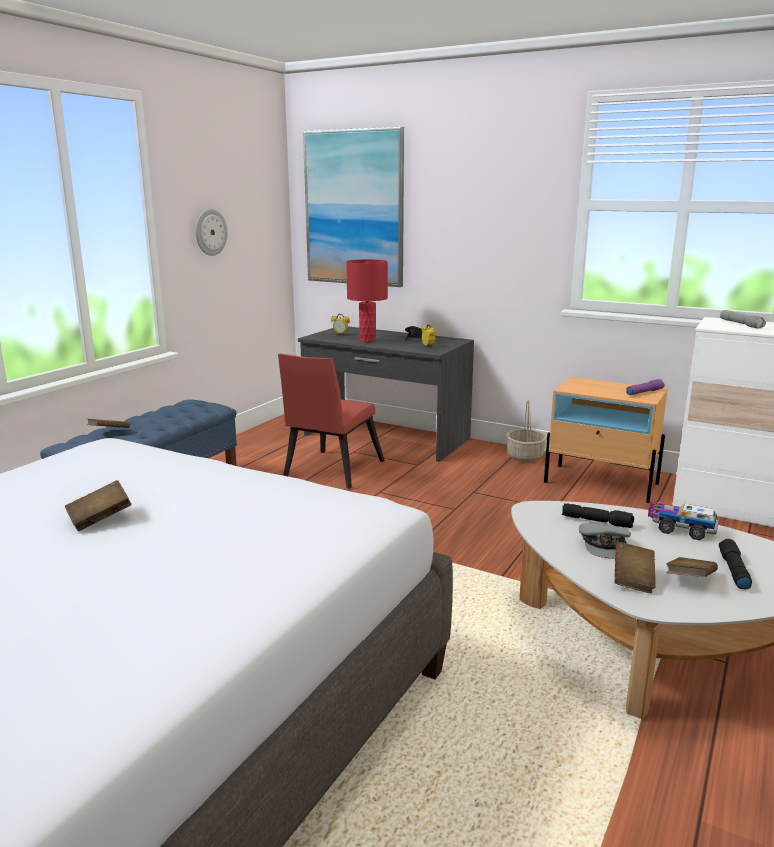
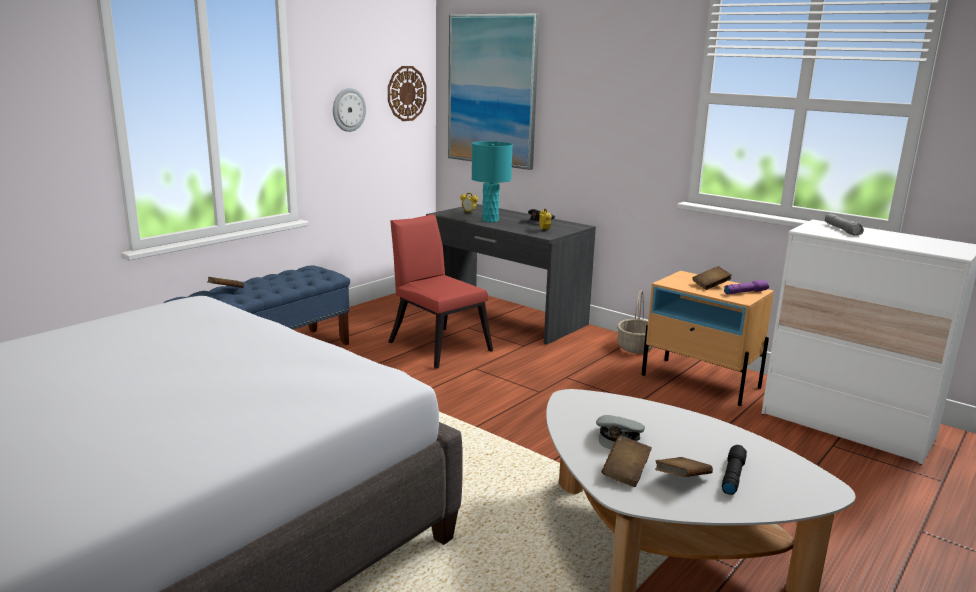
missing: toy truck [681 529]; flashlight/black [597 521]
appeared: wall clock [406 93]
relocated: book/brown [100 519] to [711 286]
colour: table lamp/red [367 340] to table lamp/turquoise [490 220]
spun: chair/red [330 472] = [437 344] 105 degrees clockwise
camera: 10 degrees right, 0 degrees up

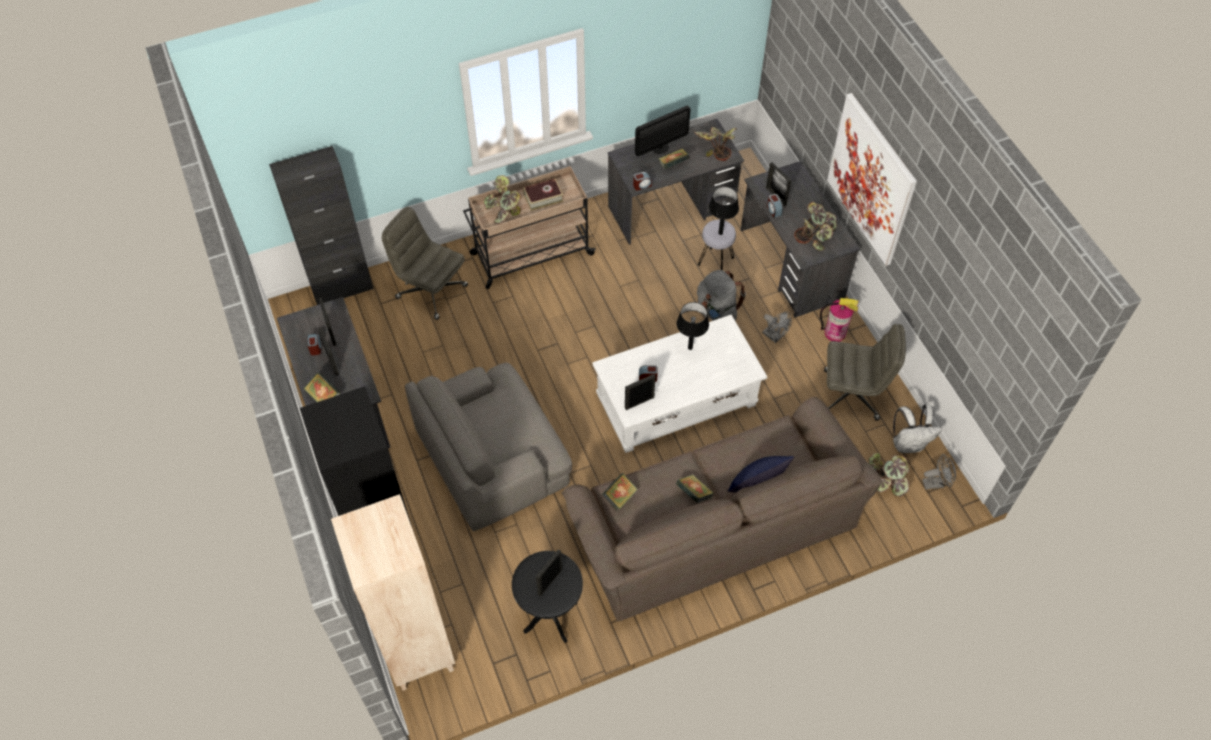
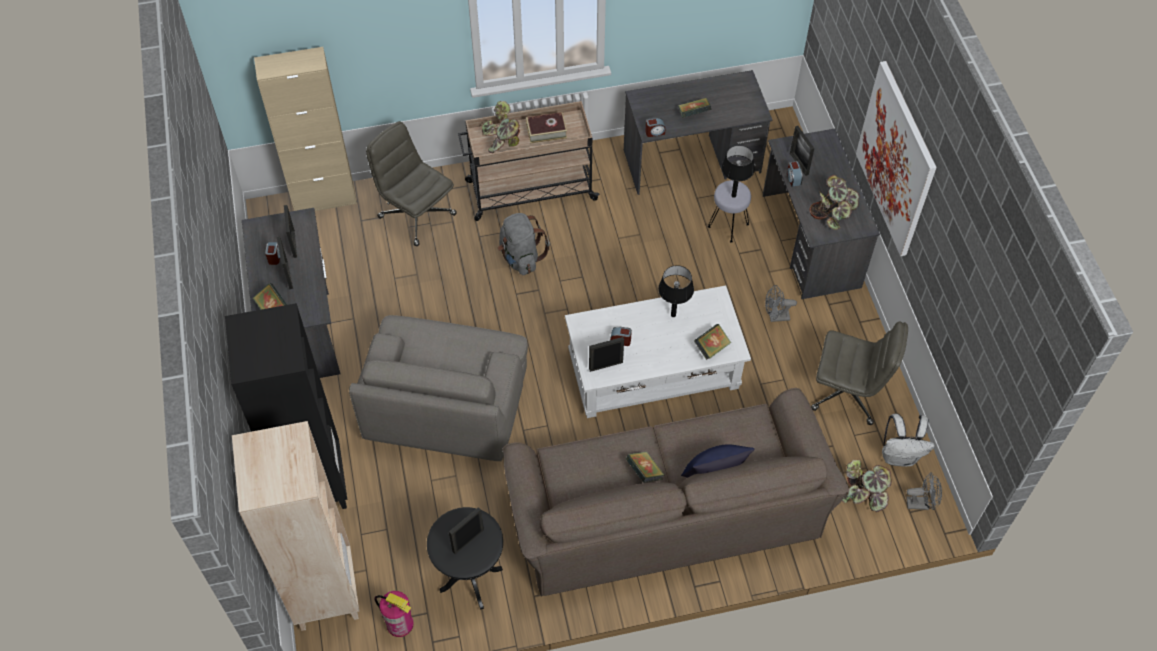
missing: monitor [660 148]; potted plant [714 148]
relocated: backpack/grey [717 311] to [521 257]; fire extinguisher [835 333] to [400 624]; book [619 497] to [711 347]
colour: cabinet/black [342 288] to cabinet/beige [324 199]
spun: fan/grey [774 337] = [775 317] 120 degrees clockwise; armchair/grey [493 458] = [445 402] 60 degrees counterclockwise
camera: 10 degrees right, 0 degrees up

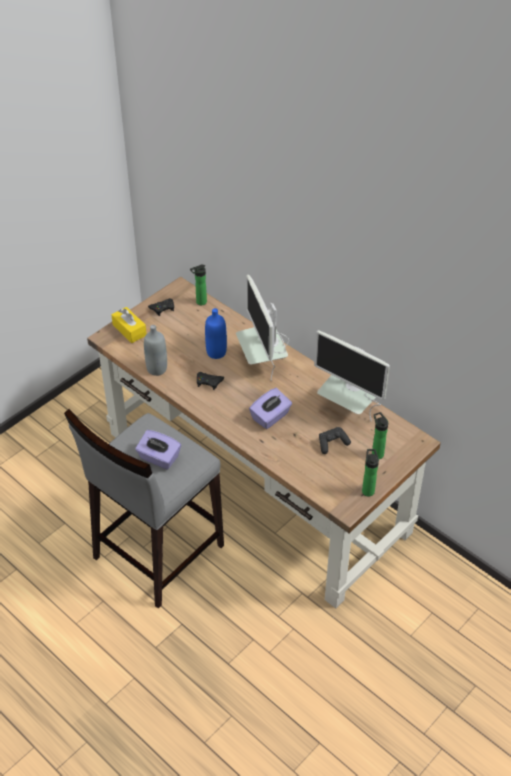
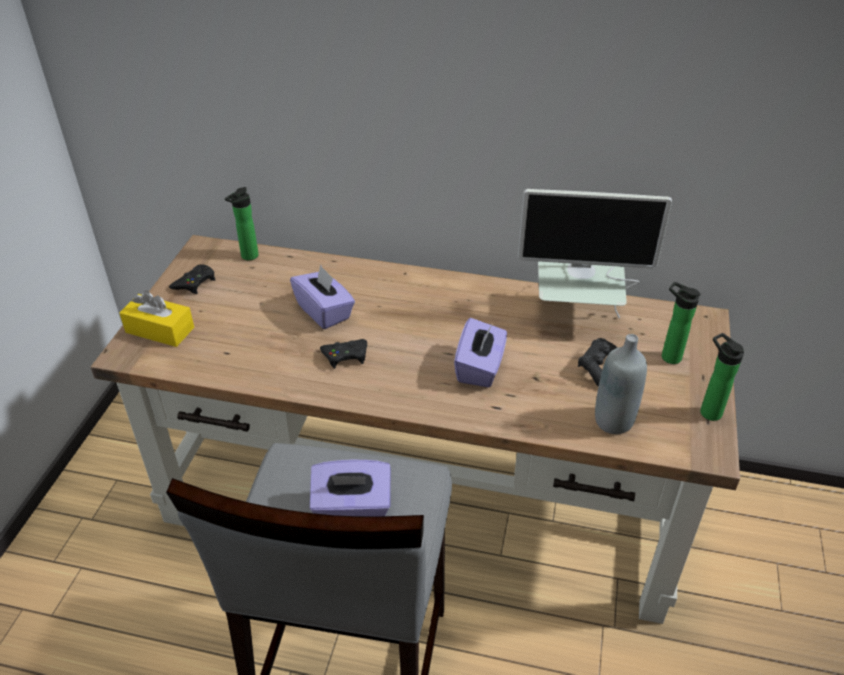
missing: monitor [263 363]
relocated: bottle/grey [157 369] to [613 421]
exchanged: bottle/blue [216 352] to tissue box/purple [324 312]
camera: 30 degrees left, 5 degrees down

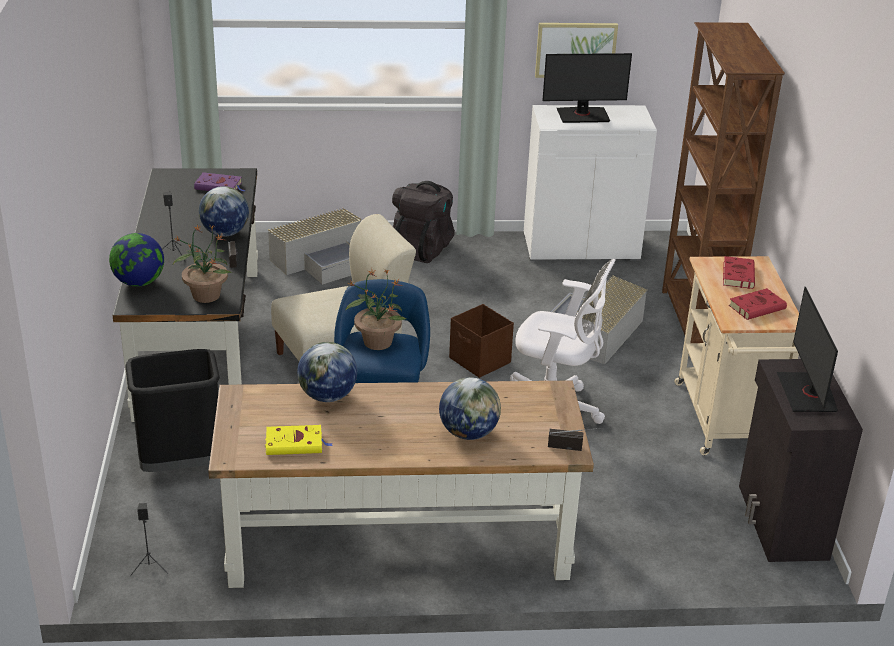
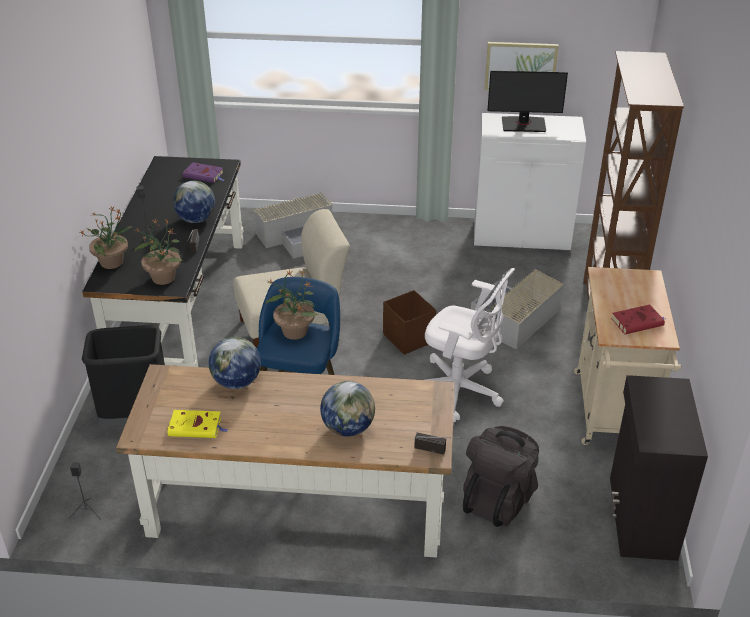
missing: book/red [738 275]; monitor [807 393]
relocated: backpack/black [422 248] to [498 499]
exchanged: globe [139 282] to potted plant [112 262]
camera: 10 degrees right, 5 degrees up

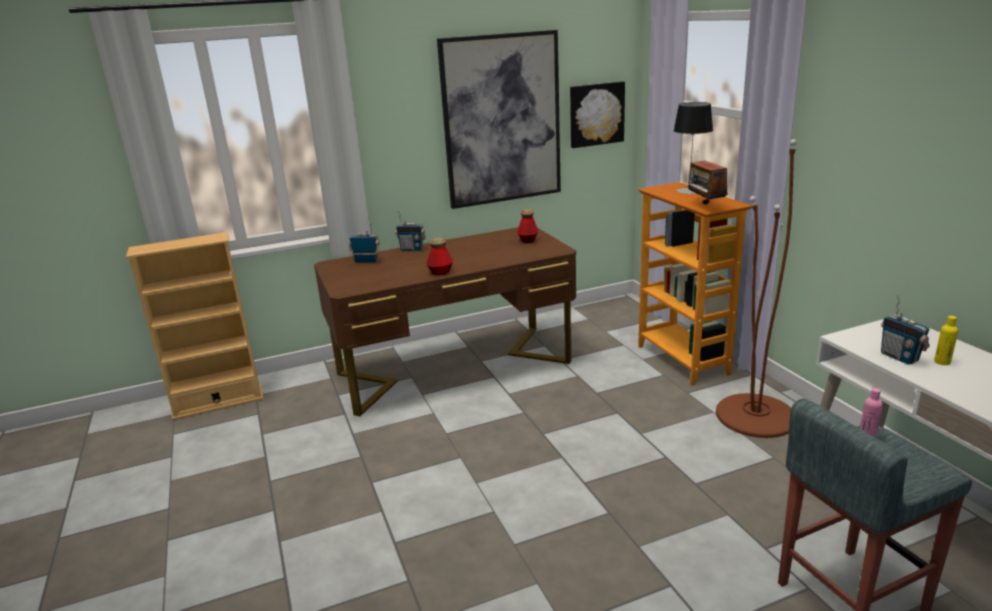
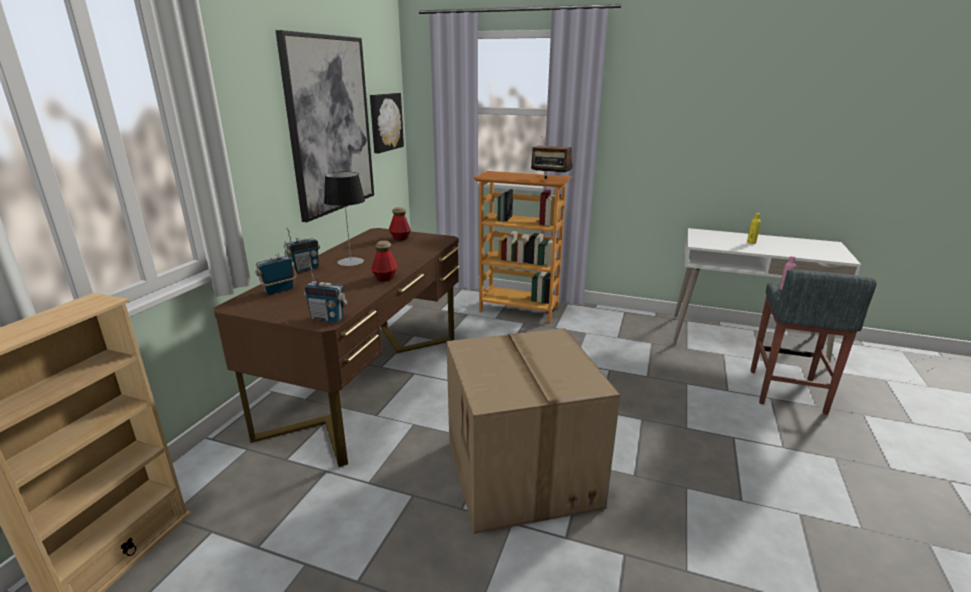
missing: floor lamp/brown [755 415]
appeared: cardboard box [524 474]
relocated: table lamp [689 191] to [350 261]; radio [899 357] to [328 318]
camera: 50 degrees left, 0 degrees up

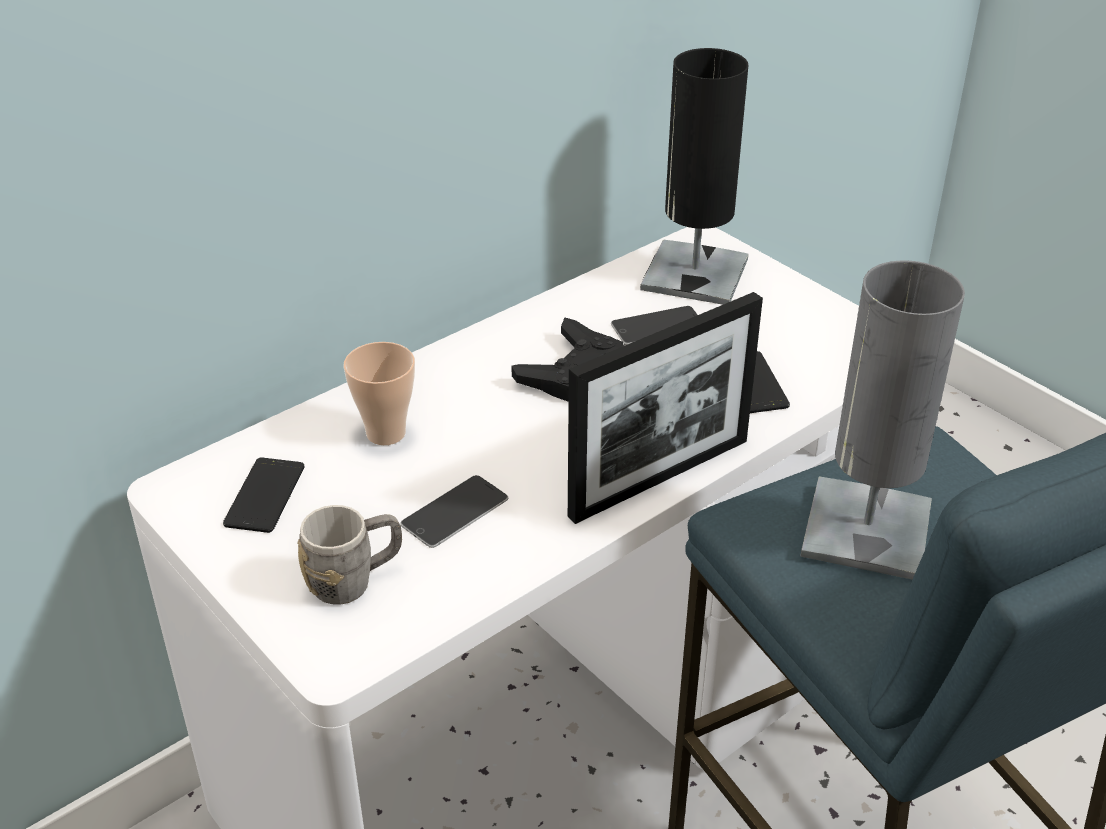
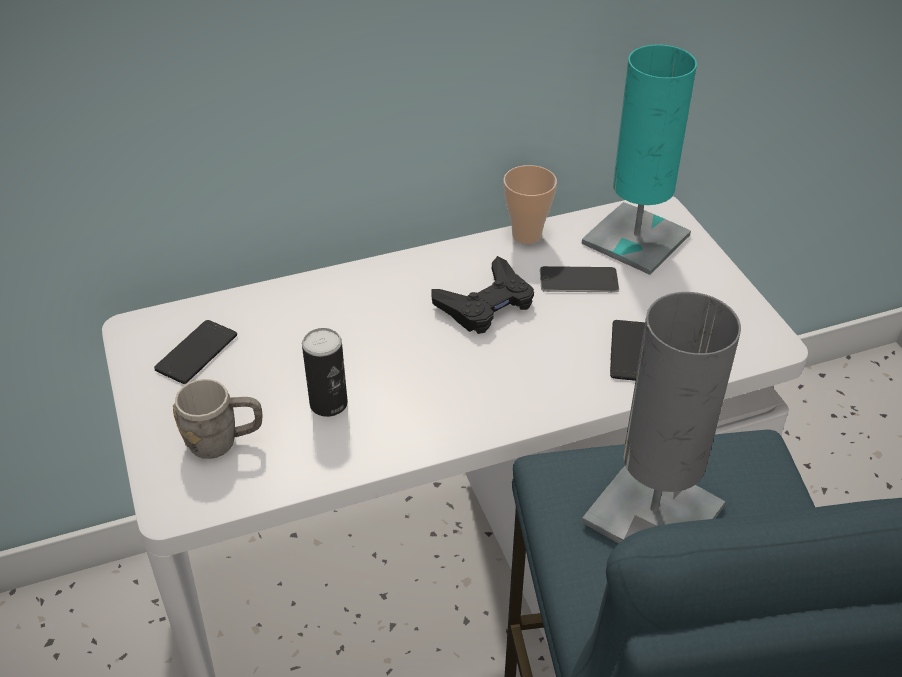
missing: picture frame [659 478]
relocated: cup [386 433] to [526 235]
exchanged: phone [455 511] to can [328 403]
colour: table lamp/black [695 274] to table lamp/turquoise [636 239]
camera: 20 degrees right, 5 degrees up

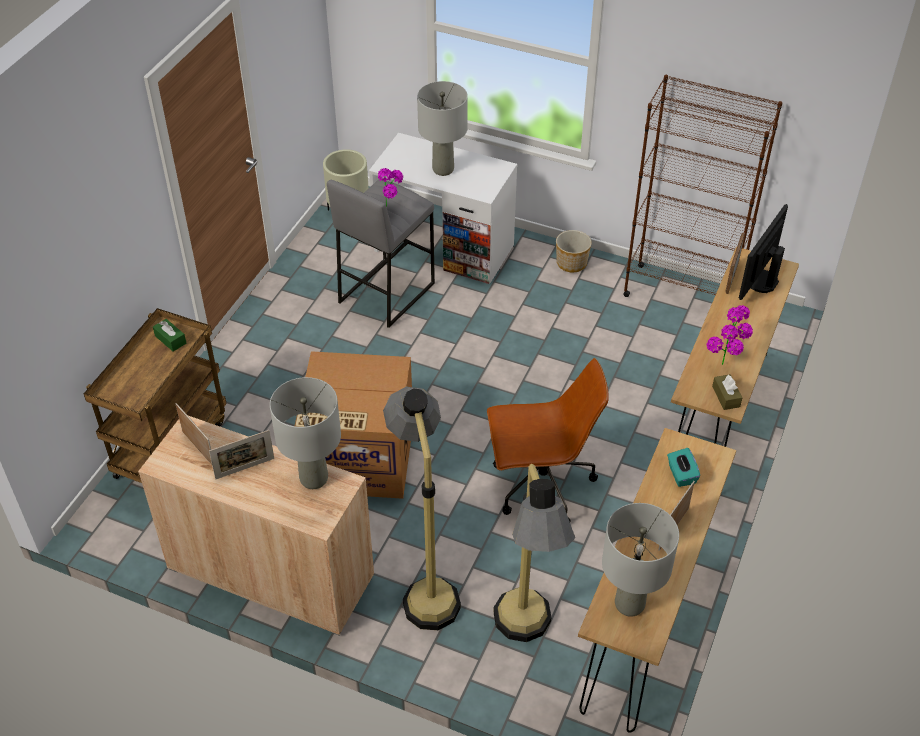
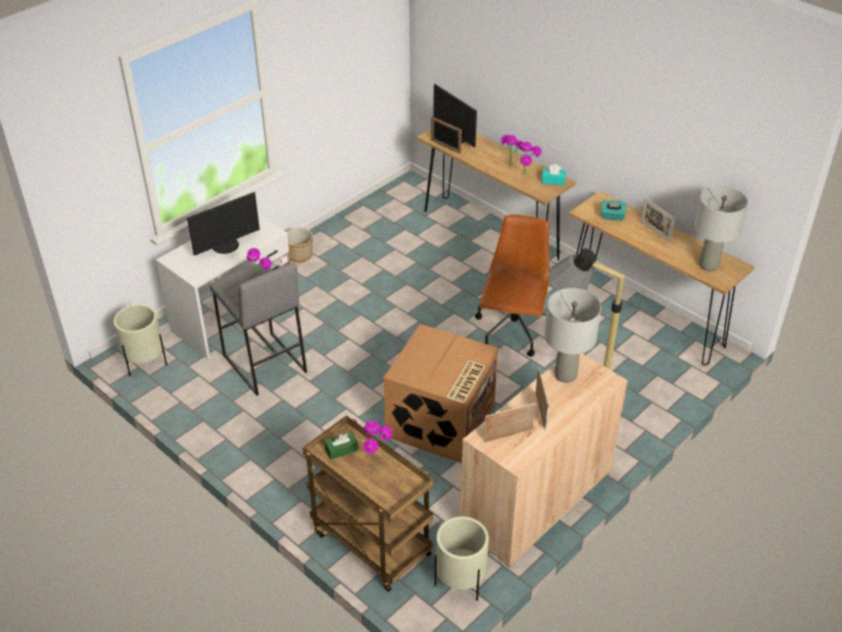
missing: bookcase/brown [682 294]; floor lamp [526 640]
appeared: potted plant [377 459]; planter/beige [460 583]
exchanged: table lamp/grey [443 169] to monitor [226 246]
colour: tissue box/brown [726 396] to tissue box/turquoise [553 181]
camera: 70 degrees left, 5 degrees down

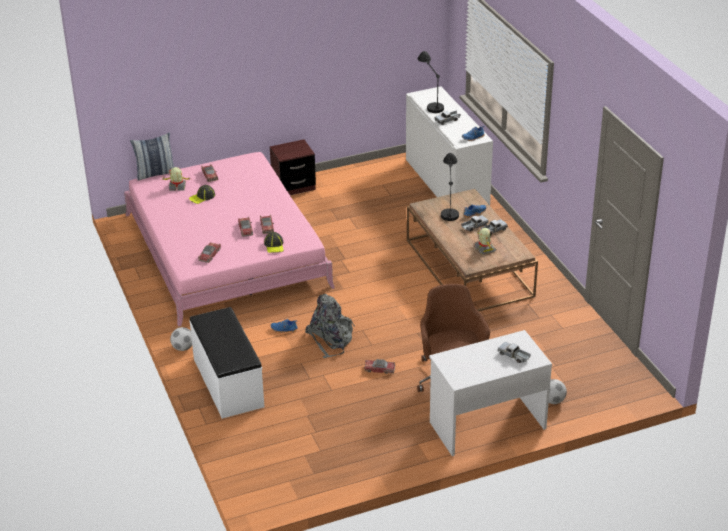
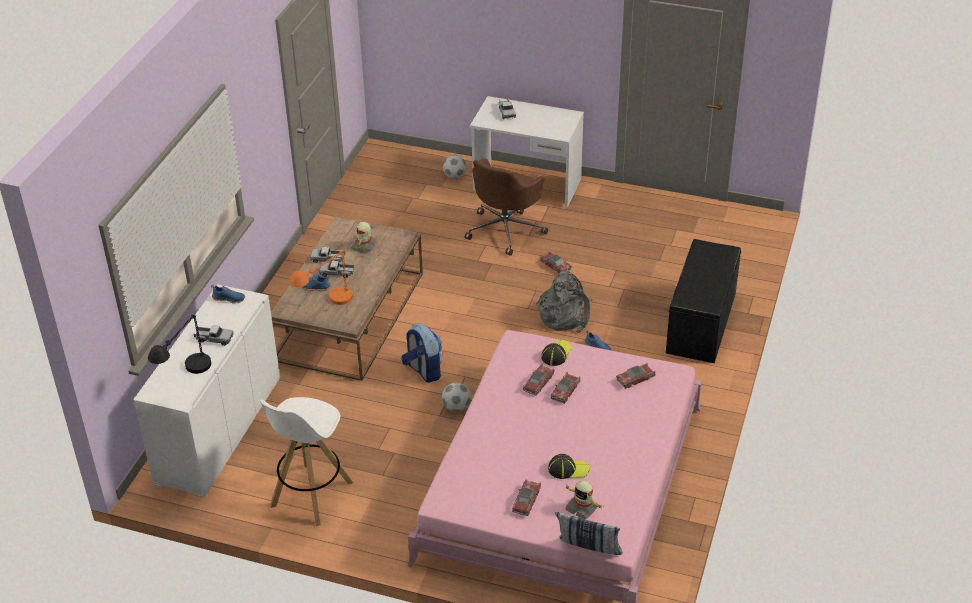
missing: nightstand/brown [293 186]
appeared: backpack [423 370]; stool/white [311 494]
relocated: football [183 348] to [456 407]
colour: table lamp/black [449 207] to table lamp/orange [325 307]; bench/white [227 382] to bench/black [702 323]
camera: 140 degrees left, 5 degrees up

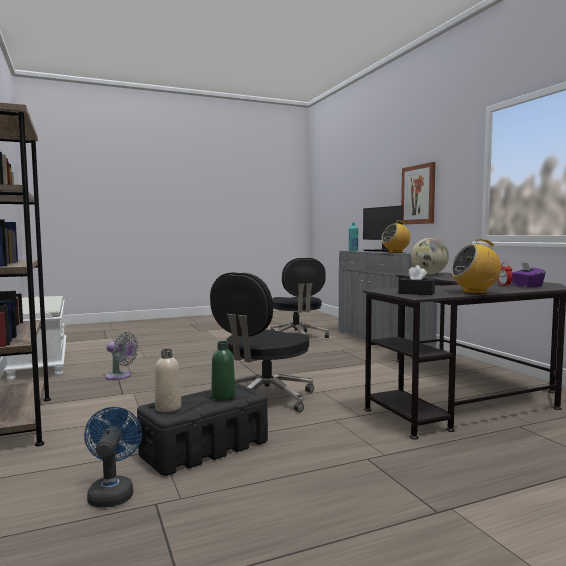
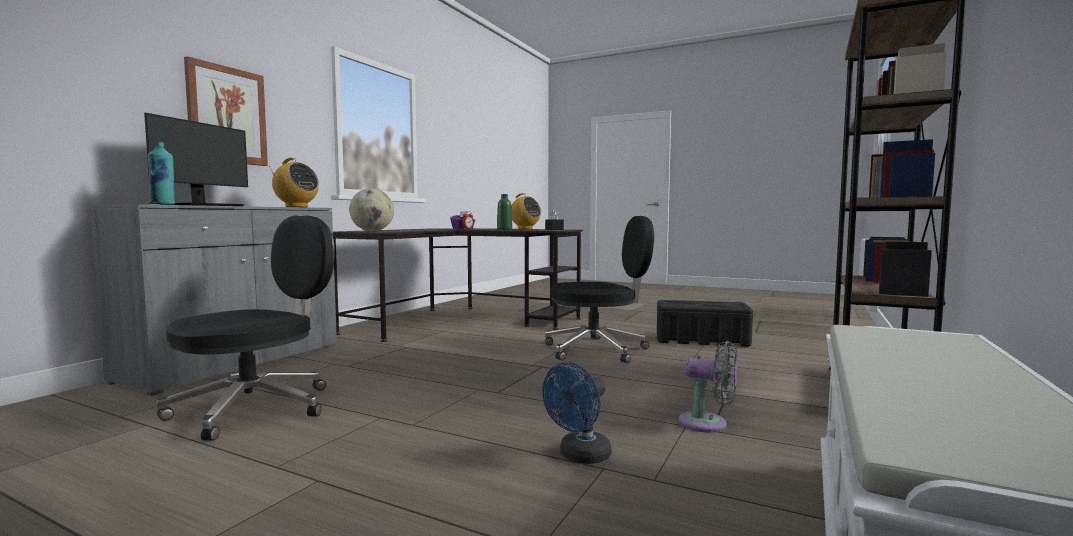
missing: bottle/beige [168 408]
relocated: bottle/green [223 396] to [504 229]; fan/blue [112 492] to [580 456]
spun: fan/grey [120 376] = [708 424] 135 degrees clockwise
camera: 130 degrees left, 0 degrees up

